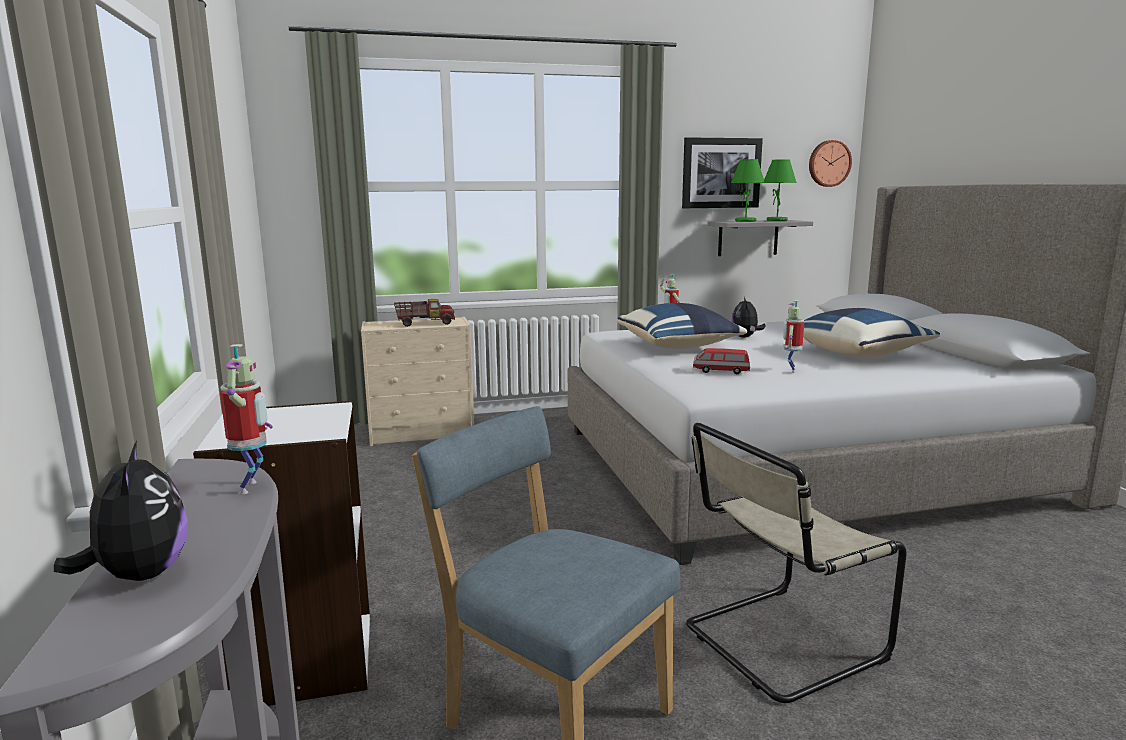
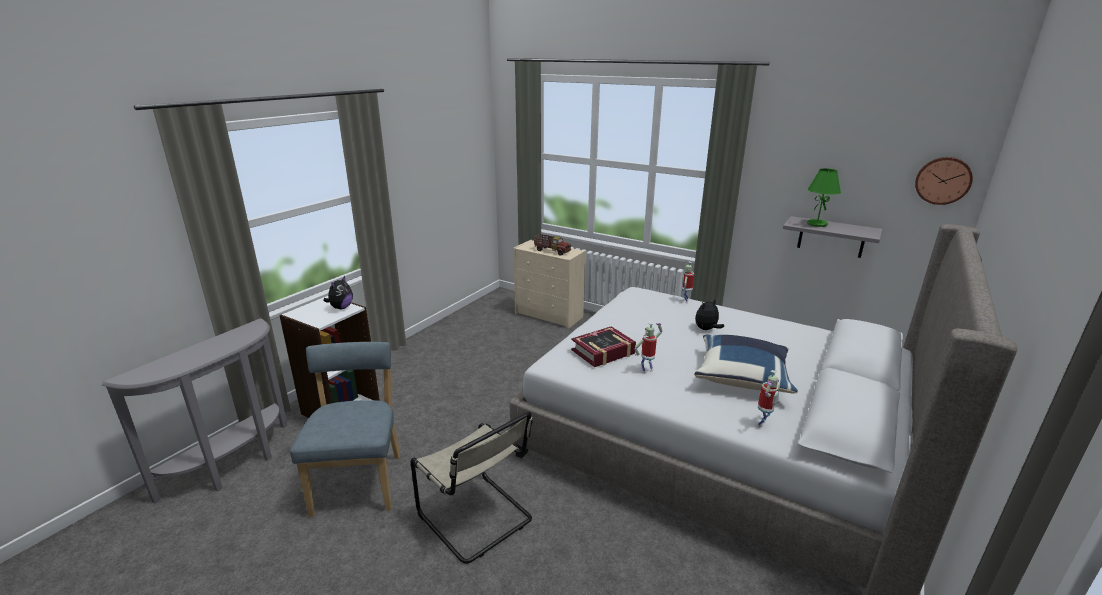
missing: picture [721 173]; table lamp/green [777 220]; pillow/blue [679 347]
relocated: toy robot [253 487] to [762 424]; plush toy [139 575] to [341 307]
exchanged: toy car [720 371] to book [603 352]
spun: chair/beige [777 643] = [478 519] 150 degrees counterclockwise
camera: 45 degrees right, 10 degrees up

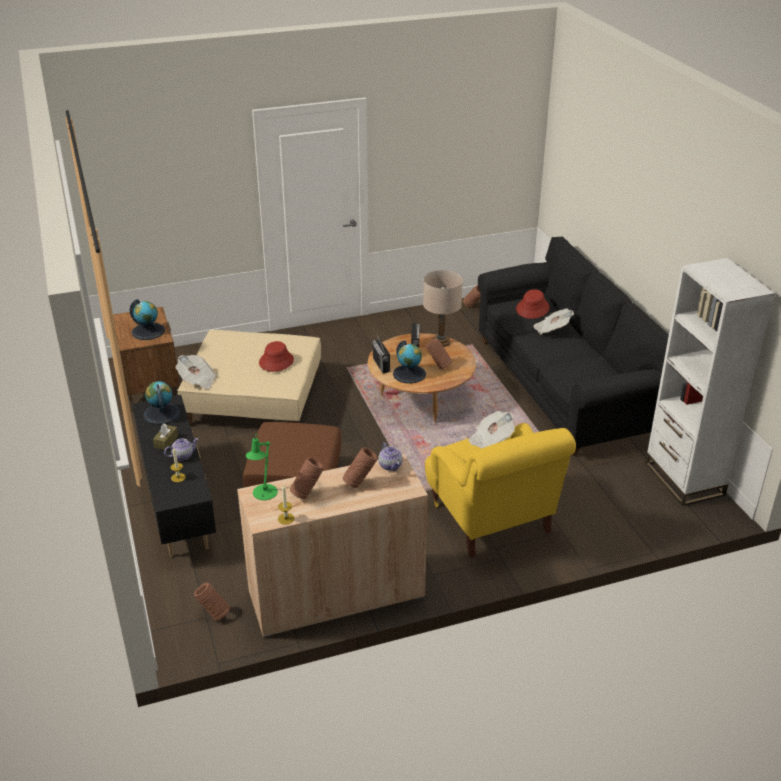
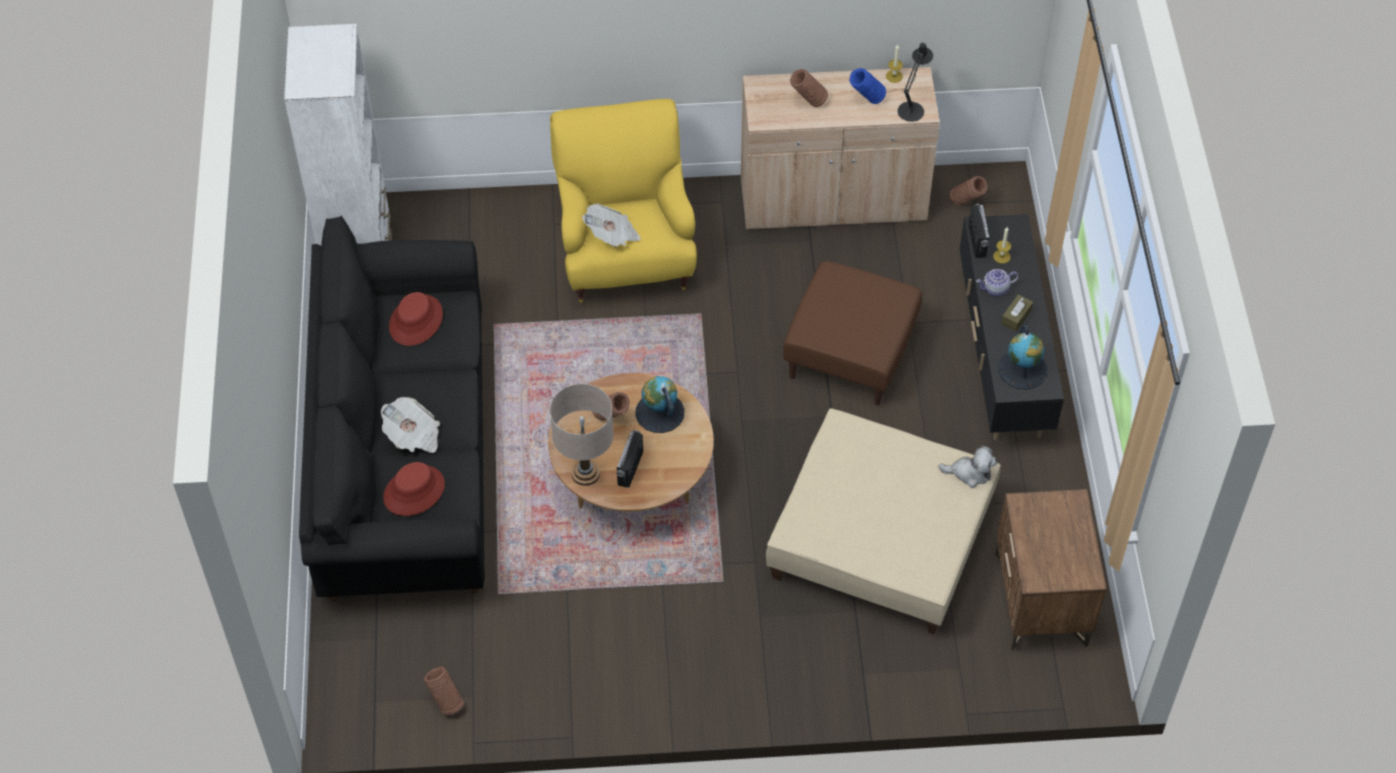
missing: globe [148 331]; teapot [390 466]
relocated: radio [381 365] to [977 241]; hat/red [276 361] to [416 321]
exchanged: newspaper [197 380] to plush toy [970 473]
colour: table lamp/green [264 494] to table lamp/black [912 108]; vase/brown [307 494] to vase/blue [866 100]
camera: 165 degrees left, 20 degrees up

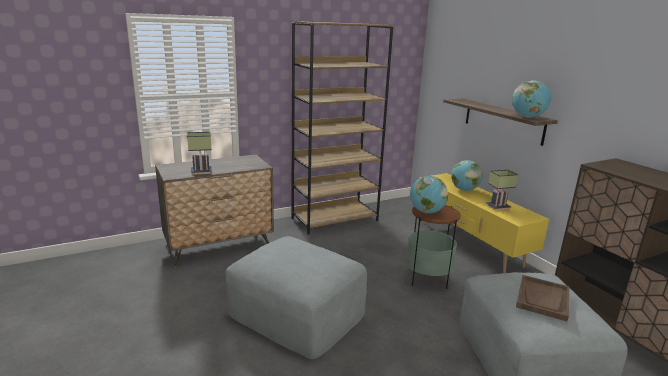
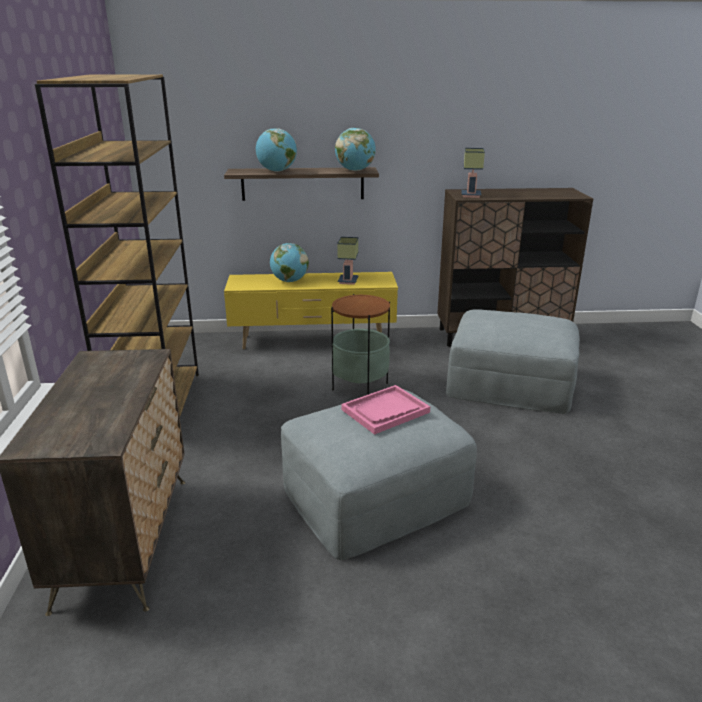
missing: tray/brown [542 299]
appeared: tray/pink [385 411]
relocated: table lamp [200 172] to [472 195]; globe [426 212] to [277 171]
camera: 65 degrees left, 5 degrees up

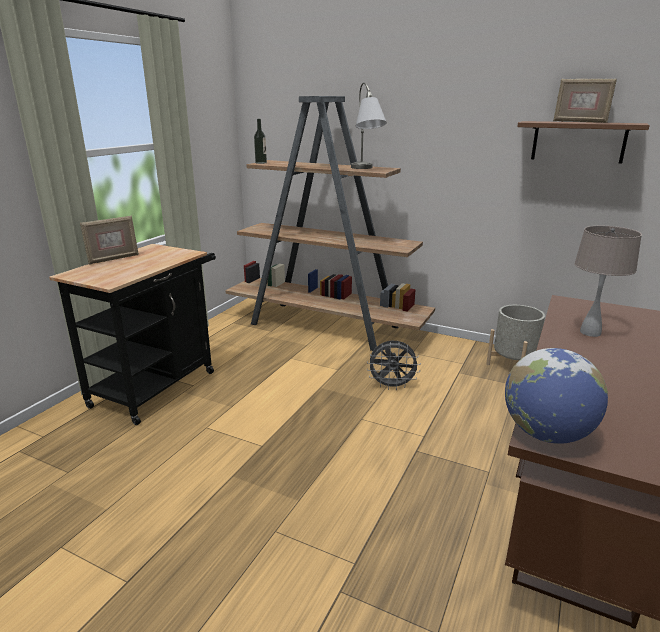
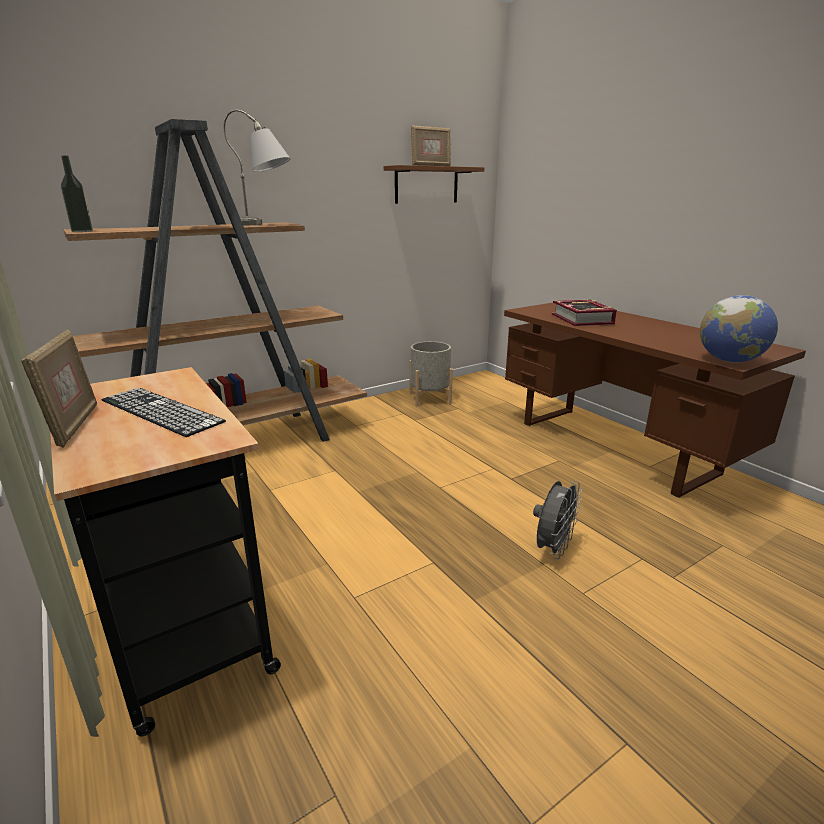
appeared: keyboard [160 411]
relocated: fan/grey [392 386] to [552 548]
exchanged: table lamp/beige [590 332] to book [582 319]
camera: 60 degrees left, 0 degrees up

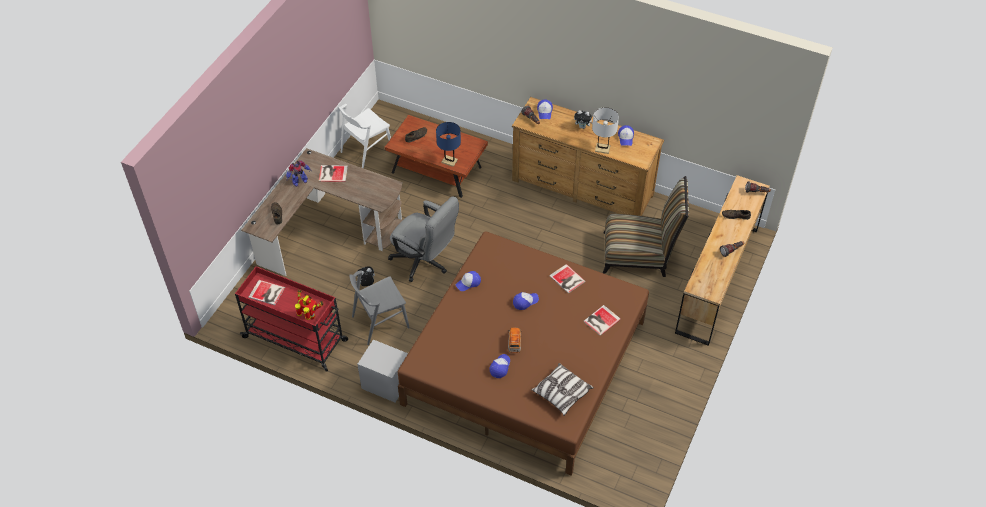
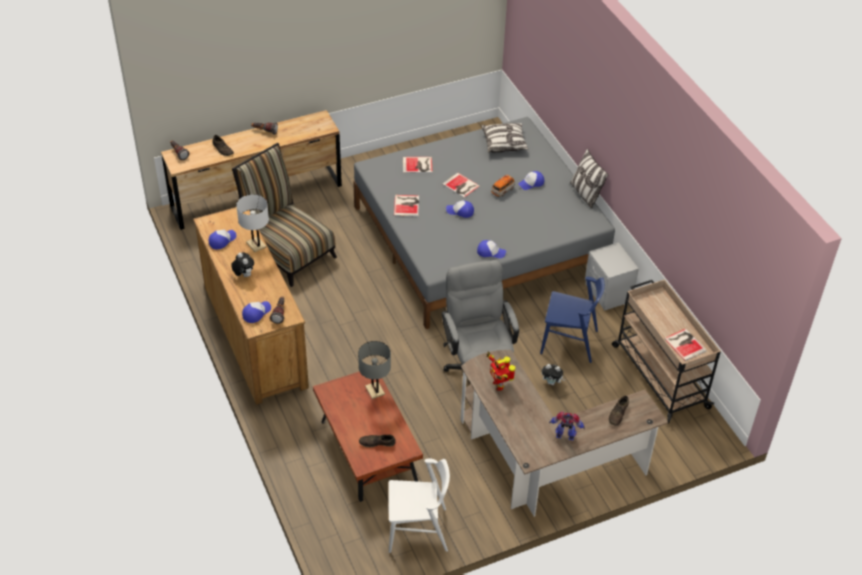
appeared: pillow [585 194]
relocated: book [332 173] to [461 186]; toy robot [309 317] to [499 384]
colour: table lamp/blue [449 161] to table lamp/grey [375 390]; bed/brown [524 362] to bed/grey [479 238]; cart/red [296 339] to cart/beige [659 375]; chair/grey [380 322] to chair/blue [569 342]
camera: 140 degrees left, 5 degrees down

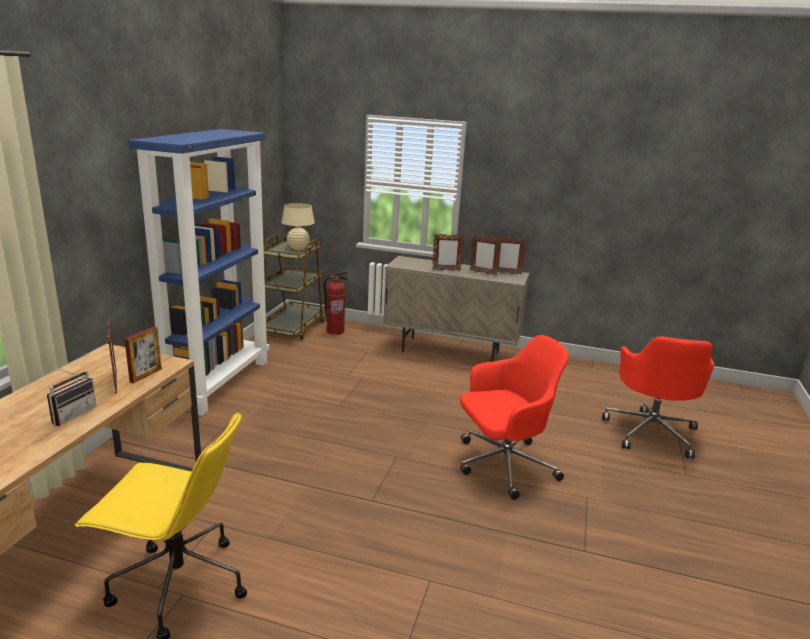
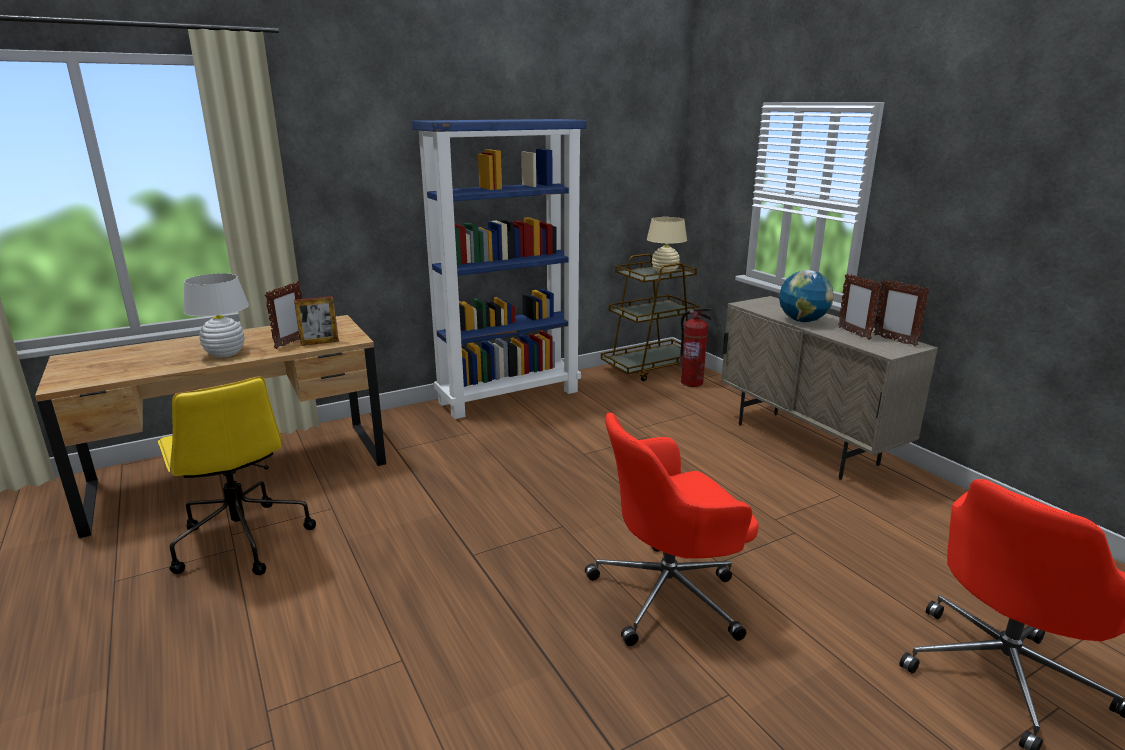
exchanged: picture frame [446 270] to globe [802 321]; radio [71 414] to table lamp/white [225 354]
spun: office chair/red [503 465] = [670 594] 135 degrees clockwise
camera: 45 degrees right, 0 degrees up

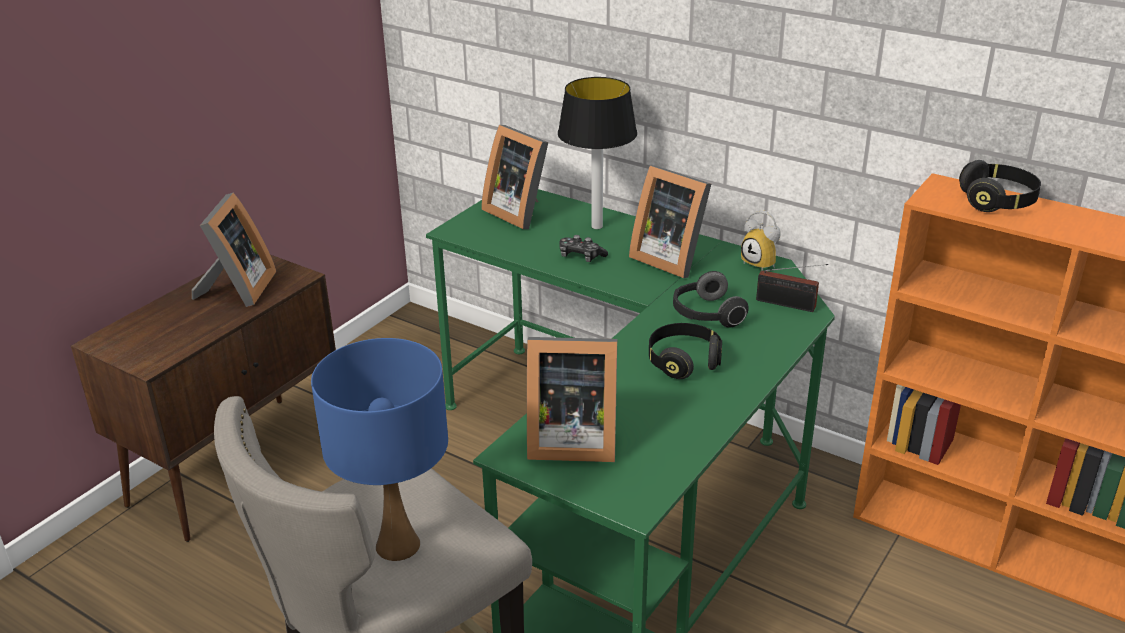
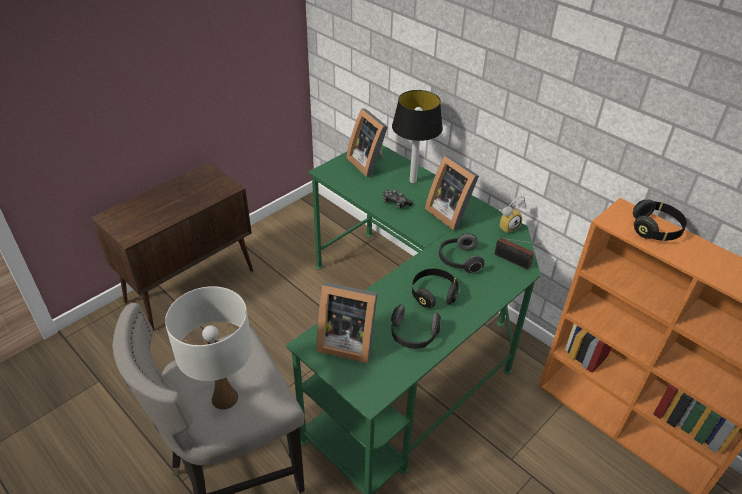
missing: picture frame [238 290]
appeared: headphones [413 336]
colour: table lamp/blue [397 545] to table lamp/white [224 398]
spun: alarm clock [762 263] = [507 226] 90 degrees counterclockwise
camera: 10 degrees right, 10 degrees up

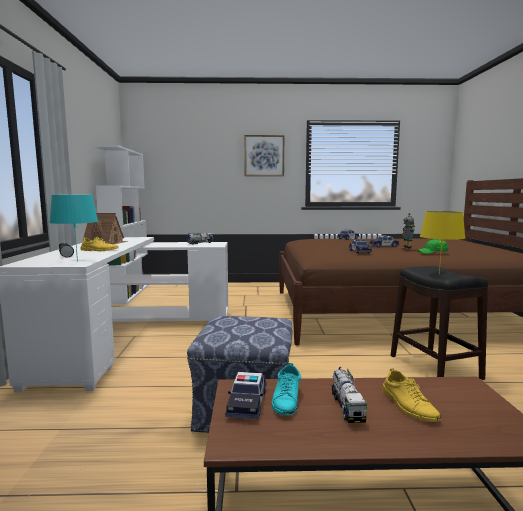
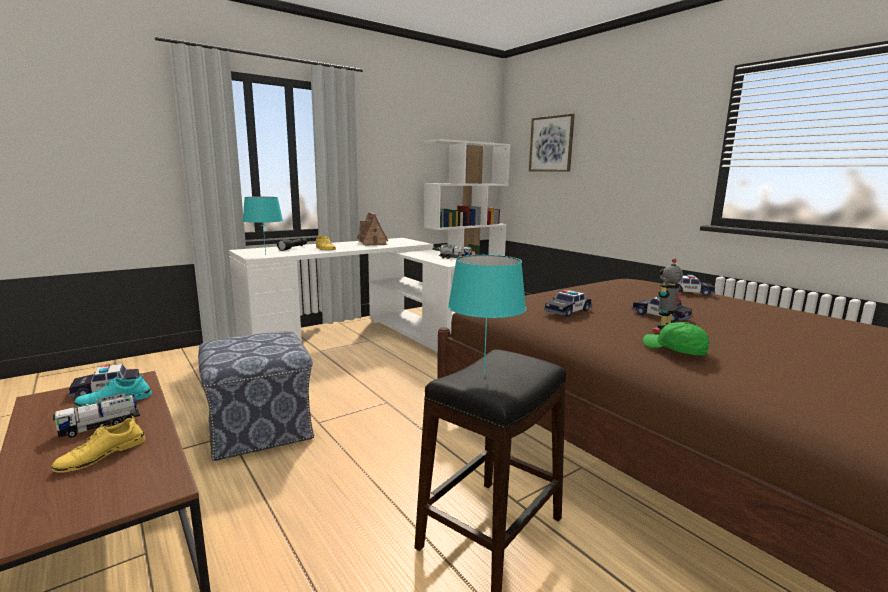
relocated: picture [264 155] to [551 144]
colour: table lamp/yellow [439 274] to table lamp/turquoise [483 372]
camera: 55 degrees right, 5 degrees up

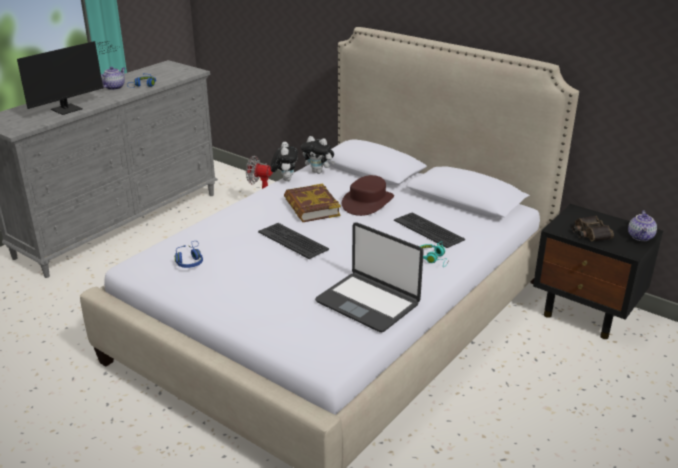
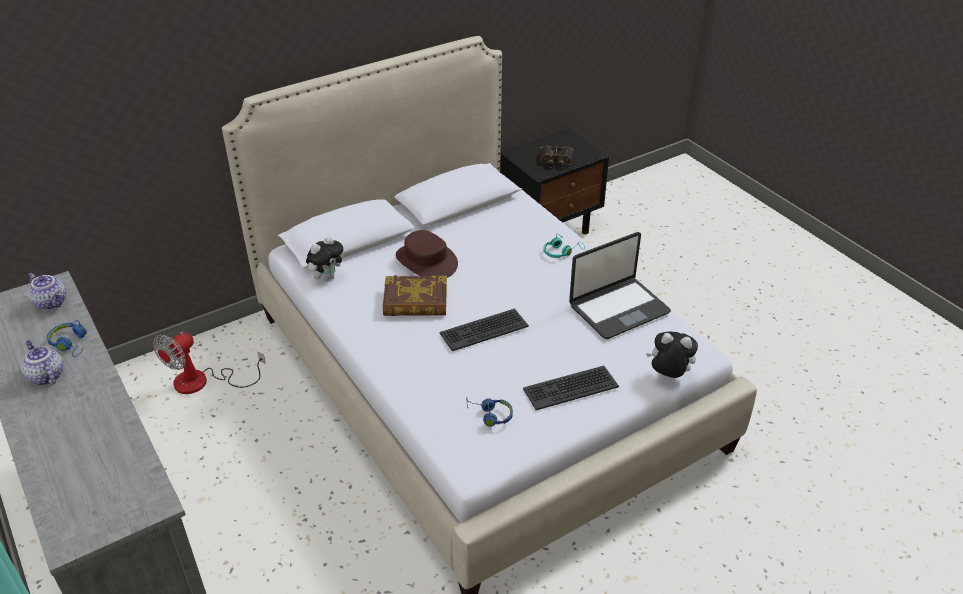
missing: monitor [71 108]
relocated: plush toy [285 179] to [668 375]; teapot [641 237] to [52 302]; keyboard [429 230] to [570 387]
camera: 70 degrees left, 10 degrees up

